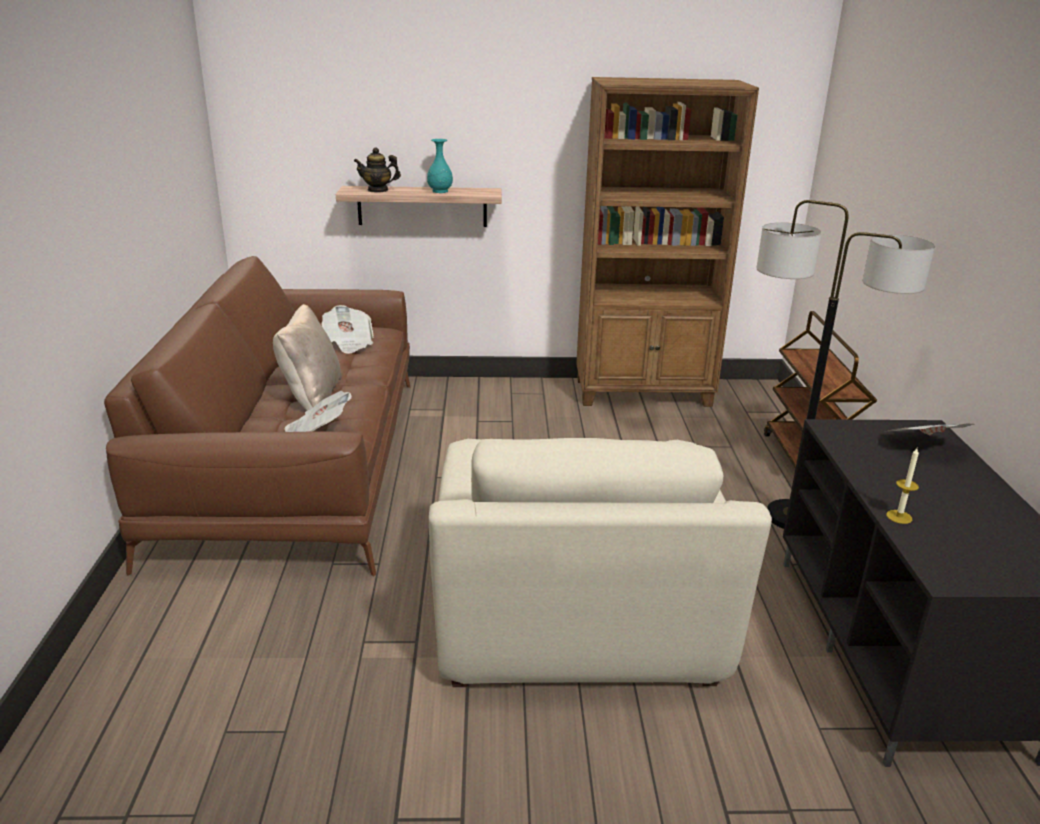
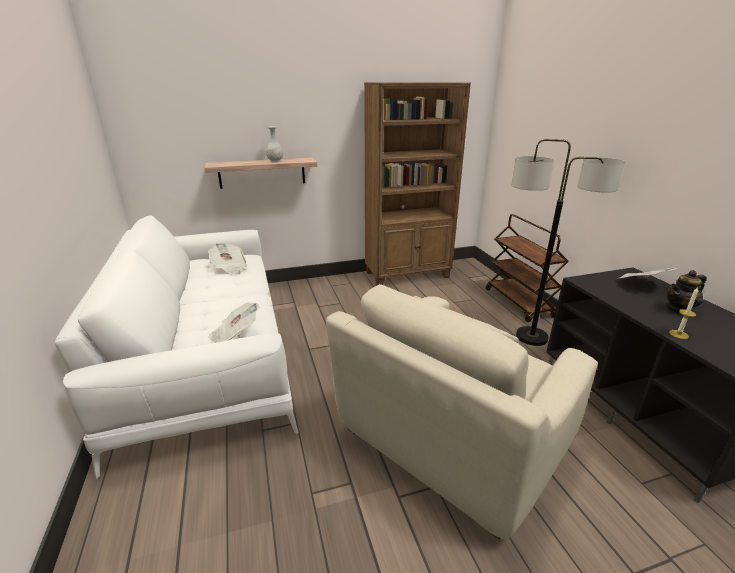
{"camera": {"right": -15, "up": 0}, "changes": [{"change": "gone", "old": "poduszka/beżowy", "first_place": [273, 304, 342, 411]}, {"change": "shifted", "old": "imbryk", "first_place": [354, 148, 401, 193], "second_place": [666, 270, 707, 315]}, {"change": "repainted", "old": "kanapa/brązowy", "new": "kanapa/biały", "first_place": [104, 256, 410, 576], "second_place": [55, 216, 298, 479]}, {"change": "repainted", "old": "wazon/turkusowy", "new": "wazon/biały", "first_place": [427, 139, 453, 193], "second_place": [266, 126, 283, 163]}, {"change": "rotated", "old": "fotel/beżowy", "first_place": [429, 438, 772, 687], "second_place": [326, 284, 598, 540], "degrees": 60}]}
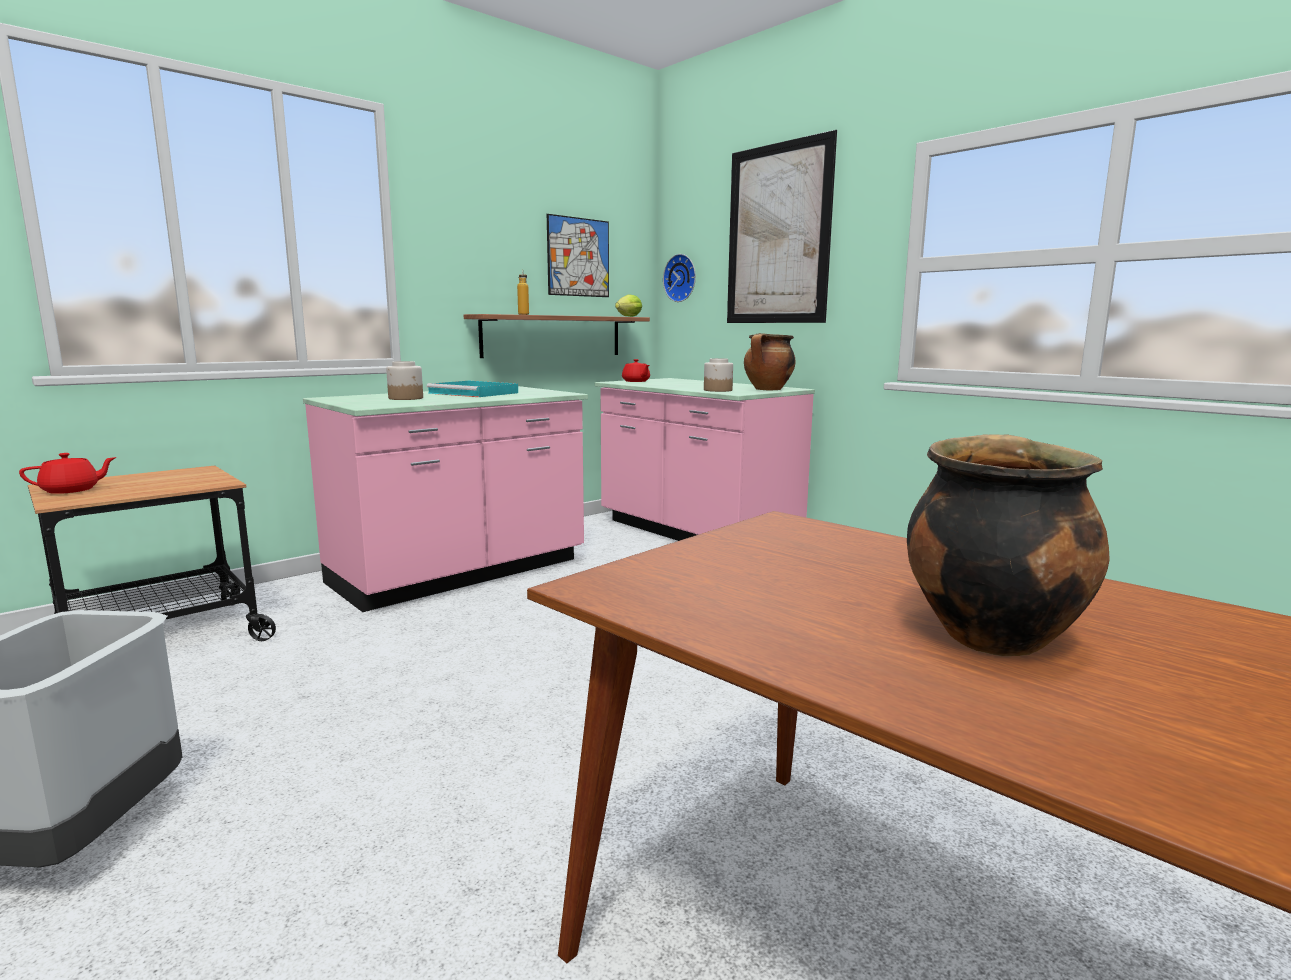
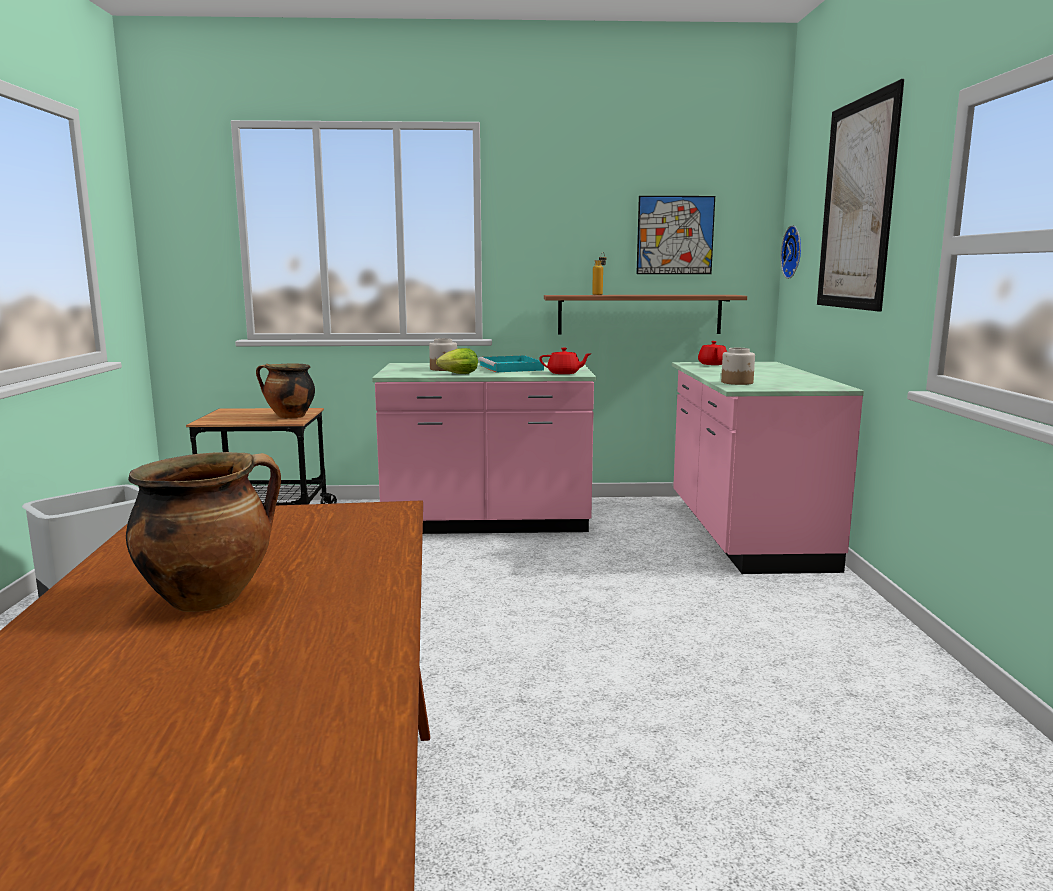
{"camera": {"right": 40, "up": 0}, "changes": [{"change": "shifted", "old": "imbryk/czerwony", "first_place": [19, 453, 117, 494], "second_place": [539, 348, 592, 374]}, {"change": "shifted", "old": "sałata", "first_place": [615, 295, 642, 317], "second_place": [436, 348, 478, 374]}, {"change": "shifted", "old": "garnek", "first_place": [744, 333, 795, 391], "second_place": [256, 363, 315, 419]}]}
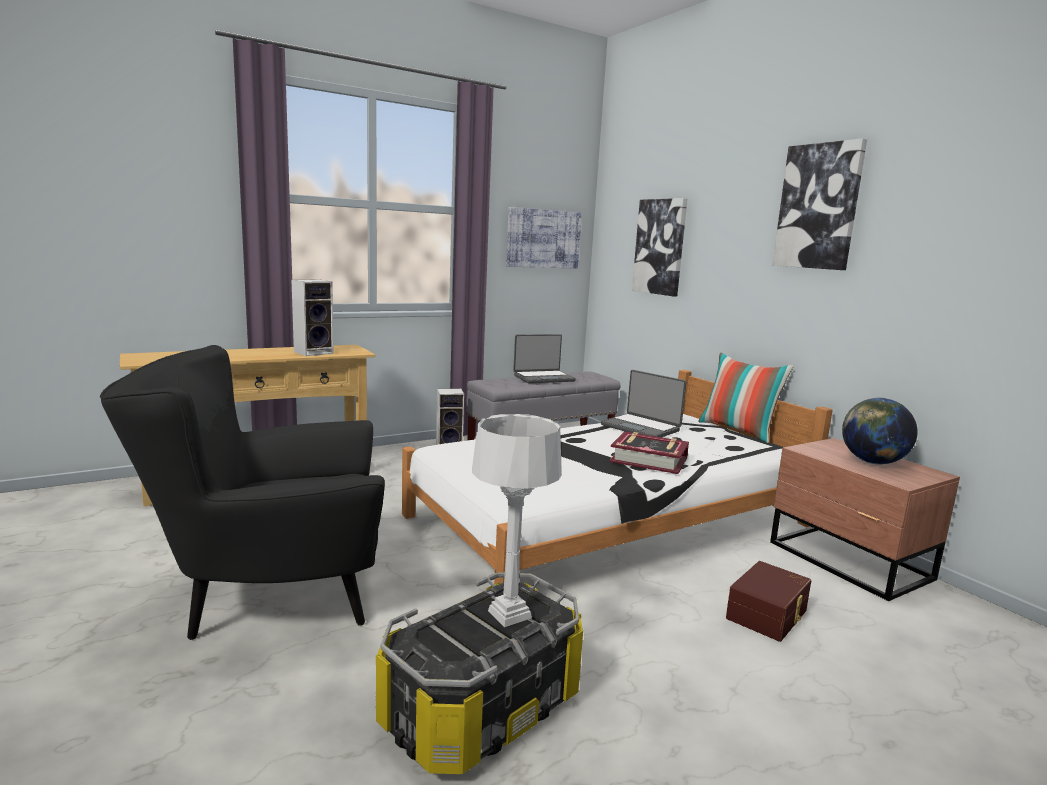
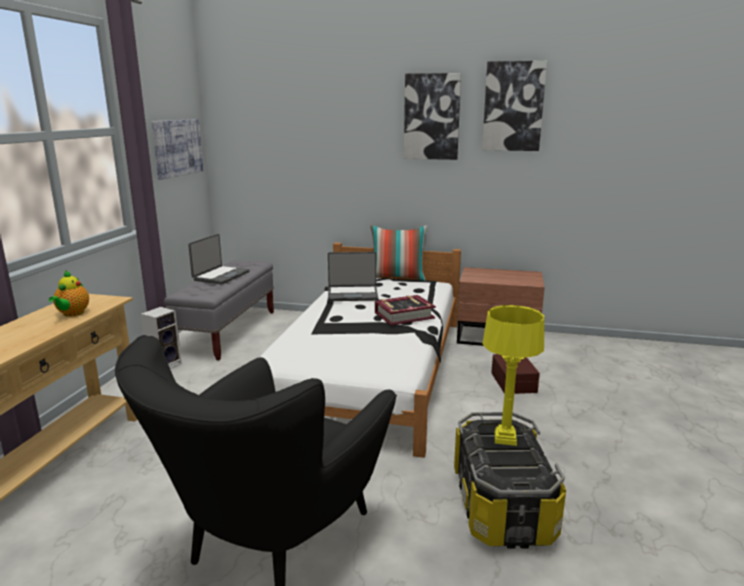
{"camera": {"right": -45, "up": 5}, "changes": [{"change": "gone", "old": "globus", "first_place": [842, 397, 918, 464]}, {"change": "shifted", "old": "obraz", "first_place": [632, 198, 687, 296], "second_place": [482, 61, 547, 151]}, {"change": "swapped", "old": "głośnik", "new": "imbryk", "first_place": [292, 280, 334, 356], "second_place": [49, 270, 89, 317]}, {"change": "repainted", "old": "lampa stołowa/szary", "new": "lampa stołowa/żółty", "first_place": [472, 414, 562, 627], "second_place": [482, 305, 544, 446]}]}
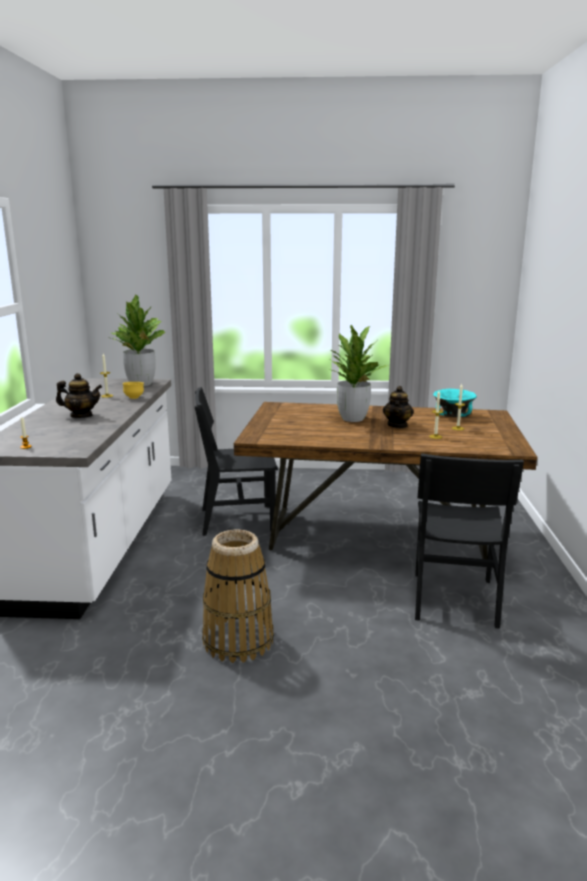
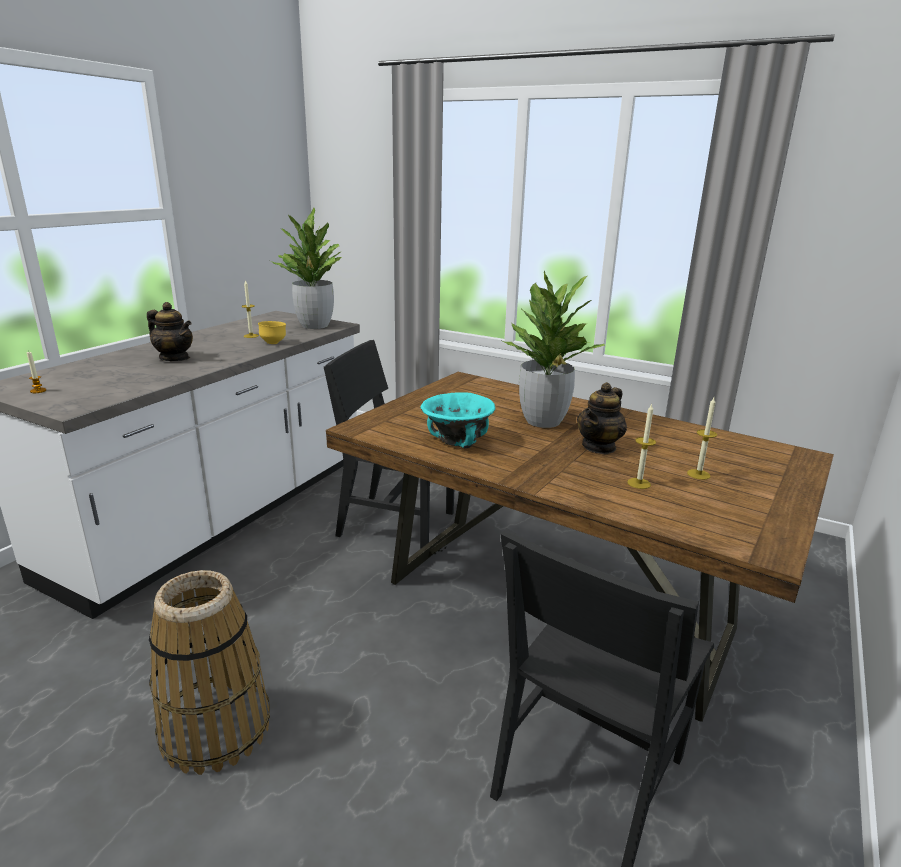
{"camera": {"right": 25, "up": 5}, "changes": [{"change": "shifted", "old": "miska/turkusowy", "first_place": [433, 389, 477, 417], "second_place": [421, 392, 495, 448]}]}
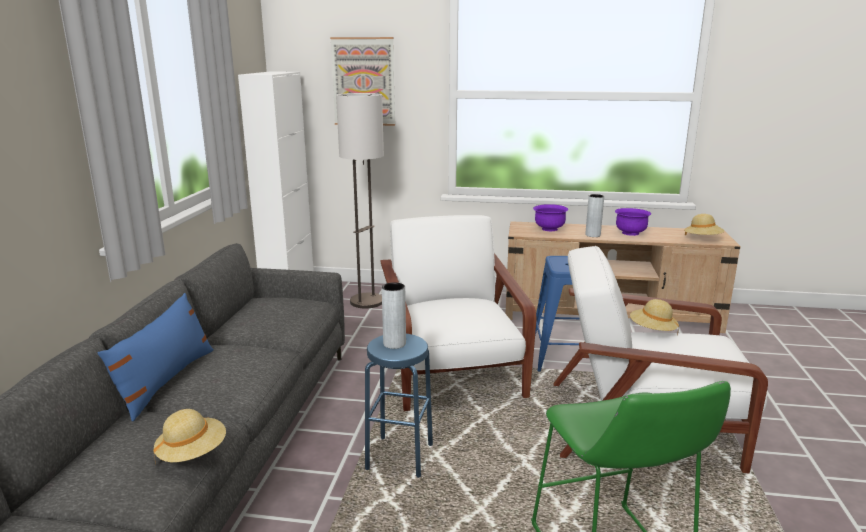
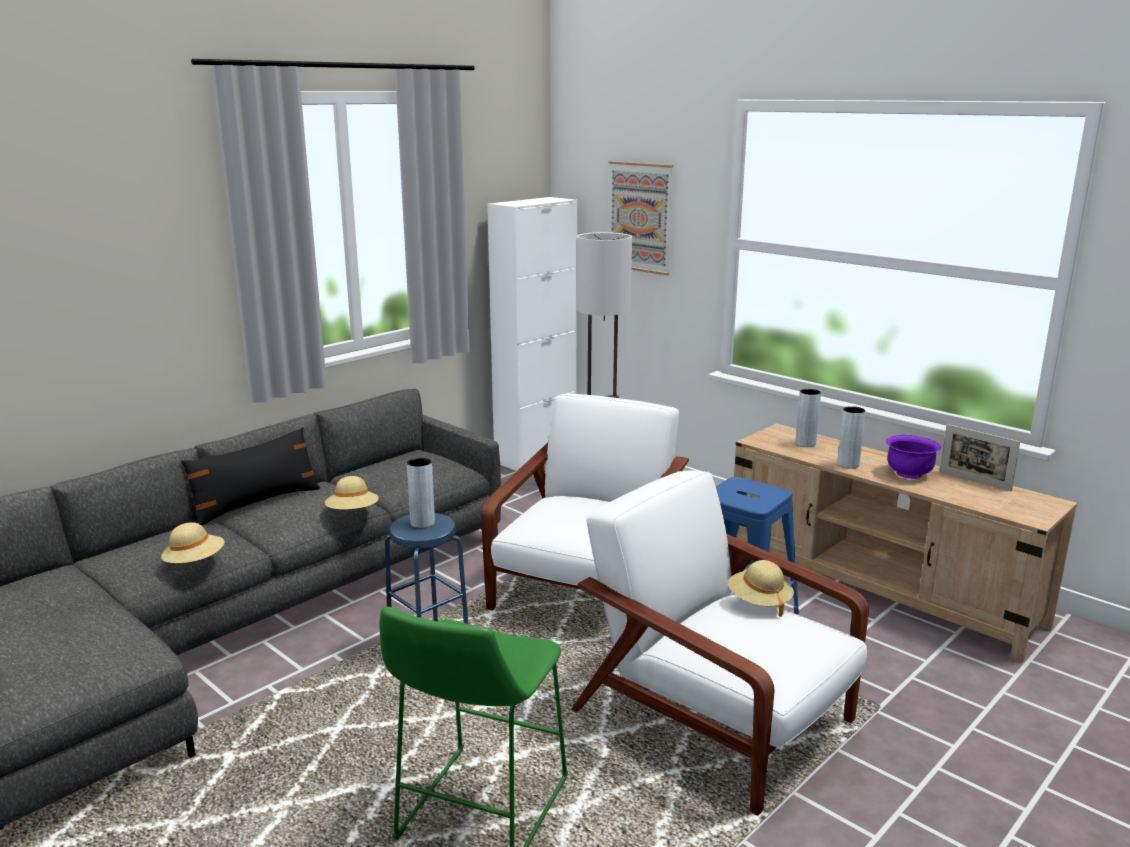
{"camera": {"right": 35, "up": 0}, "changes": [{"change": "new", "new": "ramka na zdjęcie", "second_place": [940, 424, 1020, 491]}, {"change": "shifted", "old": "kapelusz/beżowy", "first_place": [684, 214, 724, 235], "second_place": [325, 476, 379, 509]}, {"change": "swapped", "old": "miska/fioletowy", "new": "wazon/szary", "first_place": [533, 204, 568, 231], "second_place": [795, 389, 821, 447]}, {"change": "repainted", "old": "poduszka/niebieski", "new": "poduszka/czarny", "first_place": [98, 293, 214, 421], "second_place": [181, 427, 320, 525]}]}
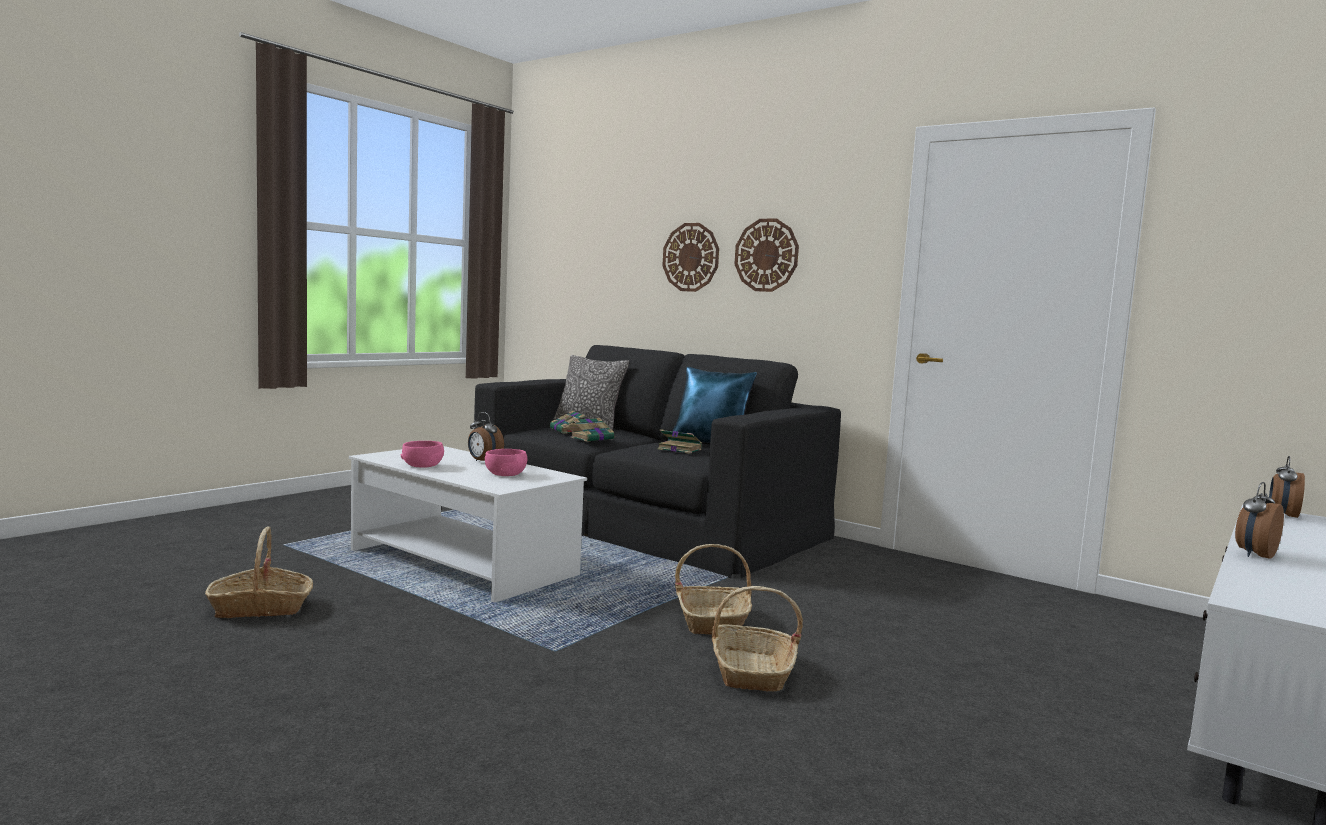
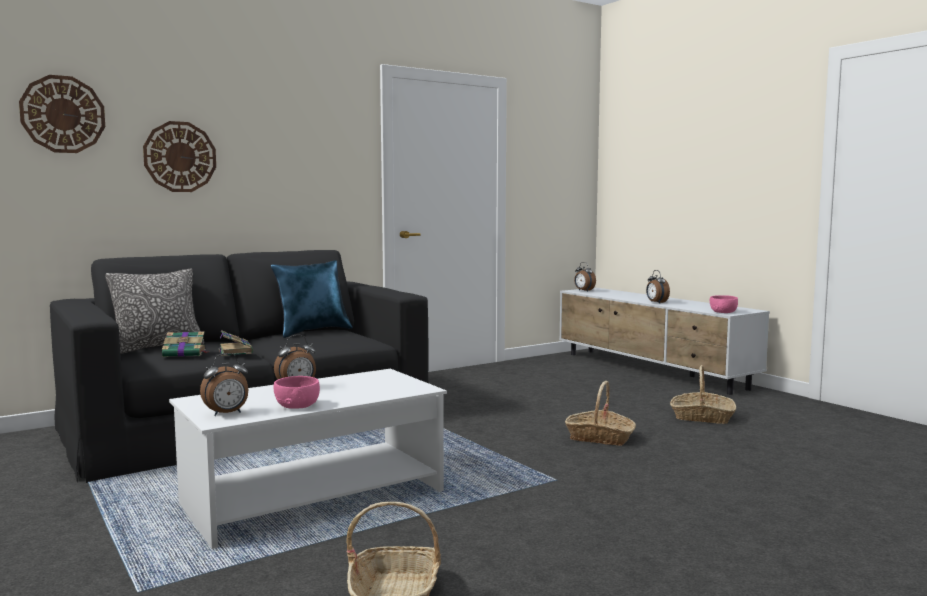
{"camera": {"right": -70, "up": 0}, "changes": [{"change": "gone", "old": "książka", "first_place": [657, 429, 702, 454]}, {"change": "new", "new": "budzik", "second_place": [200, 353, 248, 416]}, {"change": "shifted", "old": "miska/różowy", "first_place": [485, 449, 527, 476], "second_place": [710, 295, 738, 313]}, {"change": "shifted", "old": "koszyk", "first_place": [675, 544, 752, 635], "second_place": [670, 365, 736, 424]}, {"change": "shifted", "old": "zegar ścienny", "first_place": [734, 218, 799, 292], "second_place": [19, 75, 105, 153]}]}
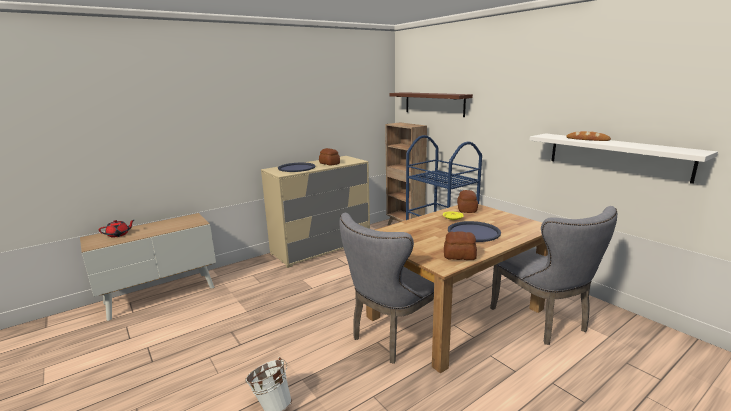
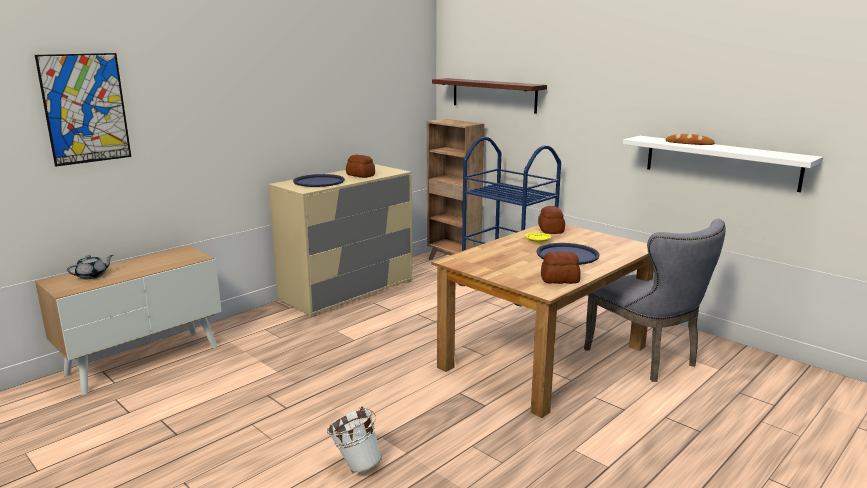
{"camera": {"right": -10, "up": 0}, "changes": [{"change": "gone", "old": "krzesło/szary", "first_place": [340, 213, 434, 364]}, {"change": "new", "new": "obraz", "second_place": [35, 53, 131, 167]}, {"change": "repainted", "old": "imbryk/czerwony", "new": "imbryk/szary", "first_place": [99, 220, 134, 237], "second_place": [67, 255, 113, 279]}]}
